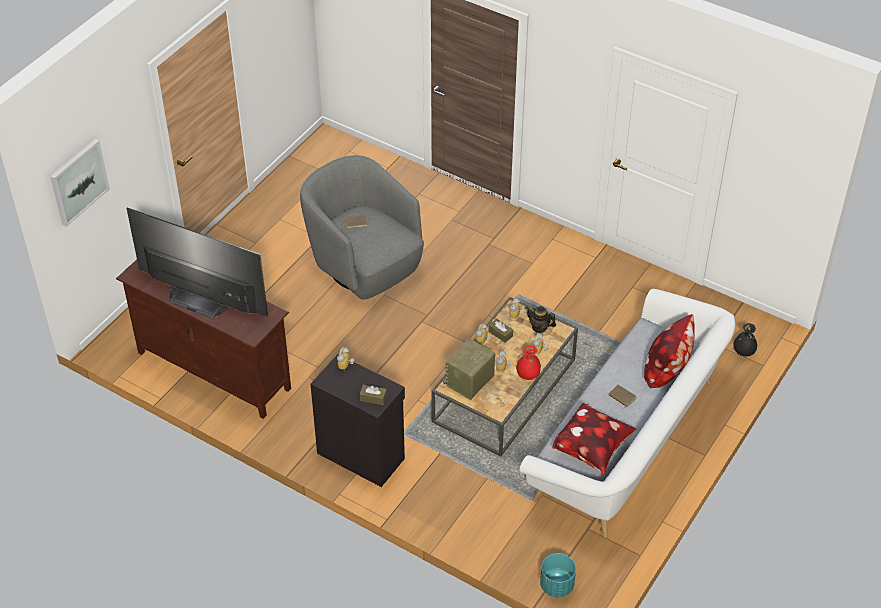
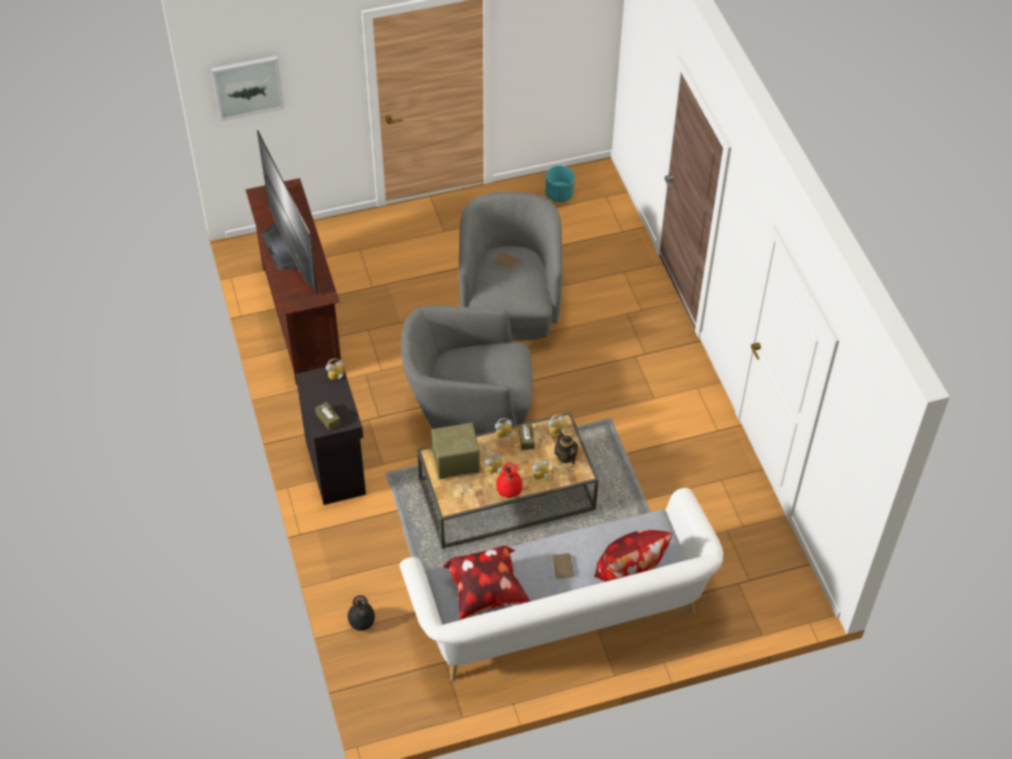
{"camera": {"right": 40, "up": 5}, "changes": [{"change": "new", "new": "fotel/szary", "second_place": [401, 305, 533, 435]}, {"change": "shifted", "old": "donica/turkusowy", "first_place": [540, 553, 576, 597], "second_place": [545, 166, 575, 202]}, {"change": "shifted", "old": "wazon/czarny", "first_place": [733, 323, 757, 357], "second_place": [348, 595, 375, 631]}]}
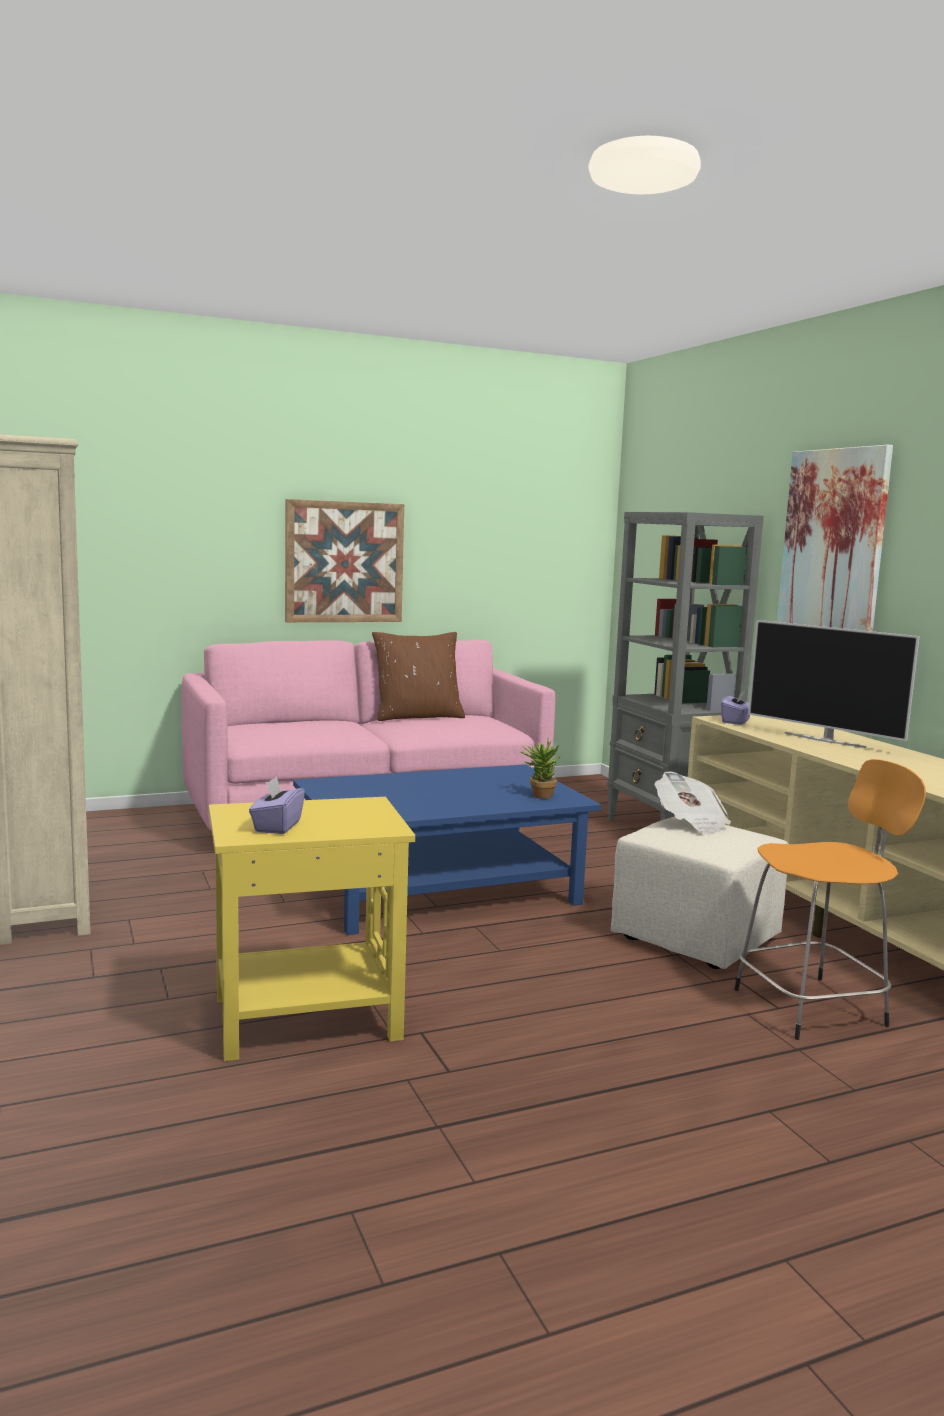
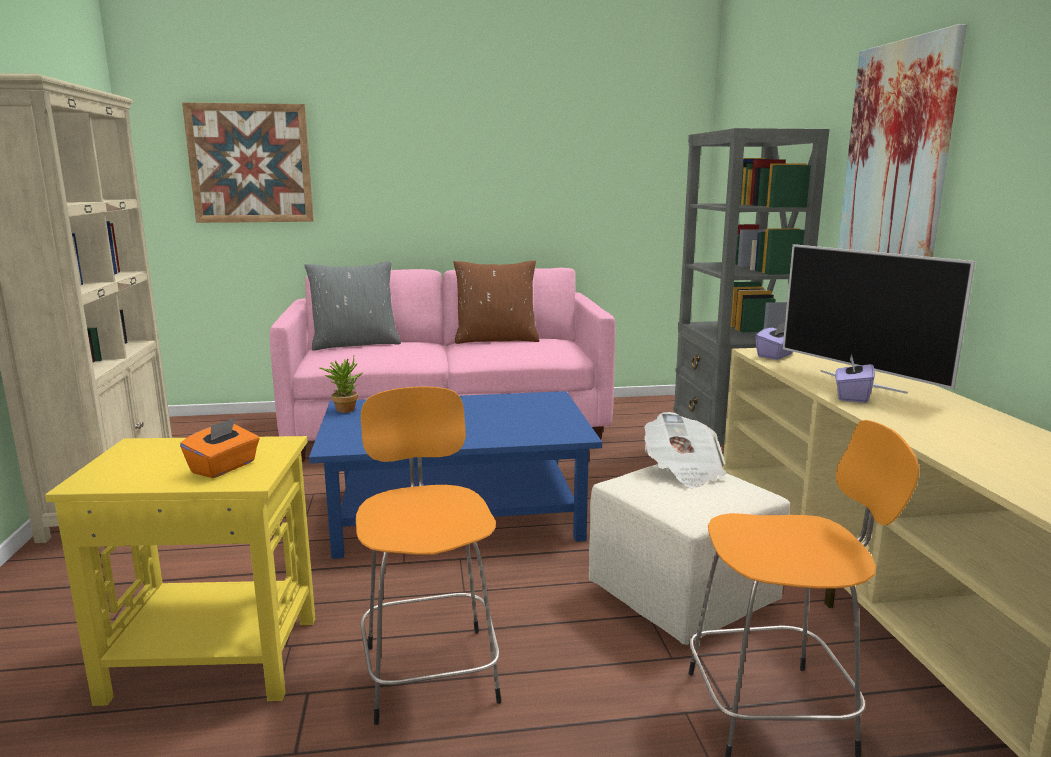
{"camera": {"right": 15, "up": 5}, "changes": [{"change": "new", "new": "pudełko chusteczek/pomarańczowy", "second_place": [180, 418, 259, 478]}, {"change": "new", "new": "poduszka/szary", "second_place": [304, 261, 401, 351]}, {"change": "new", "new": "stołek/pomarańczowy", "second_place": [356, 387, 501, 725]}, {"change": "shifted", "old": "pudełko chusteczek/fioletowy", "first_place": [249, 776, 305, 834], "second_place": [835, 354, 875, 403]}, {"change": "shifted", "old": "obraz", "first_place": [285, 499, 404, 622], "second_place": [182, 102, 314, 223]}, {"change": "shifted", "old": "roślina doniczkowa", "first_place": [520, 739, 561, 799], "second_place": [319, 356, 362, 413]}]}
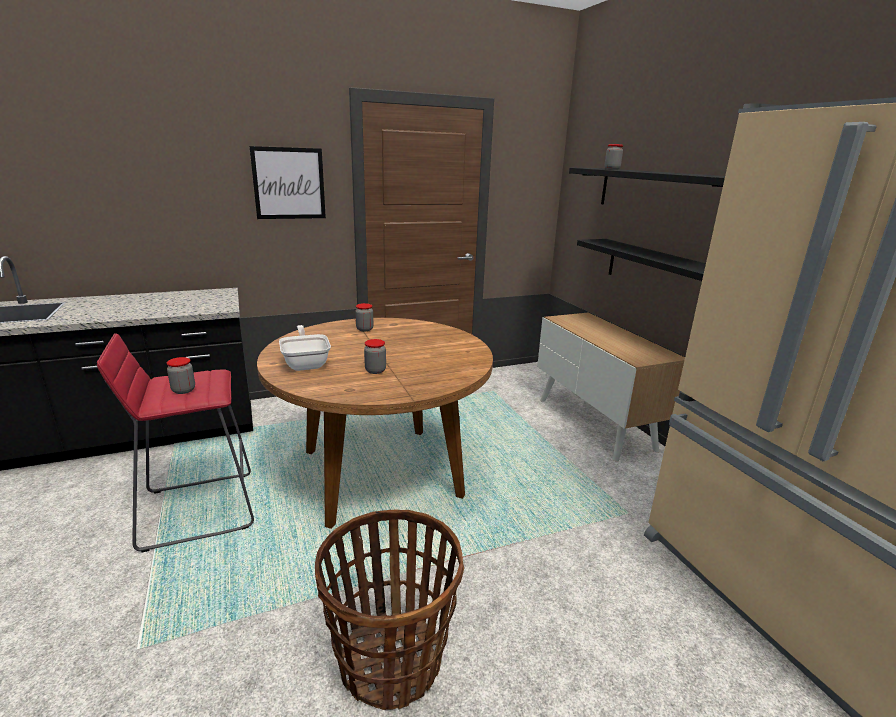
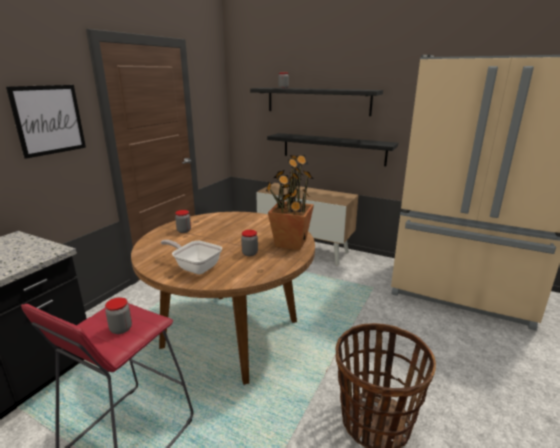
{"camera": {"right": -40, "up": 0}, "changes": [{"change": "new", "new": "roślina doniczkowa", "second_place": [266, 155, 314, 250]}]}
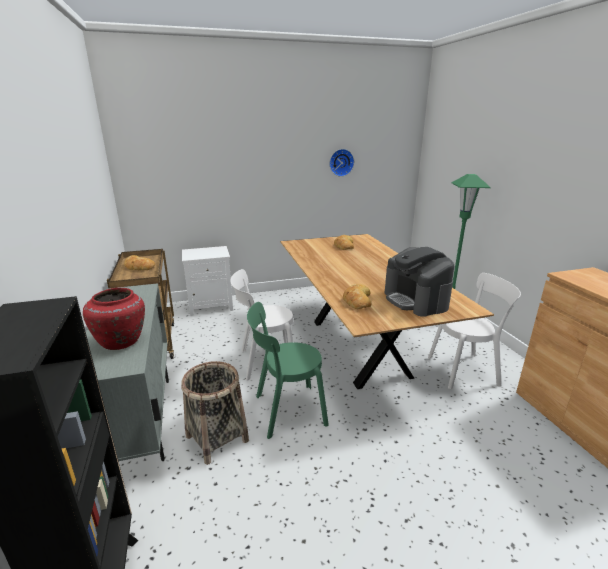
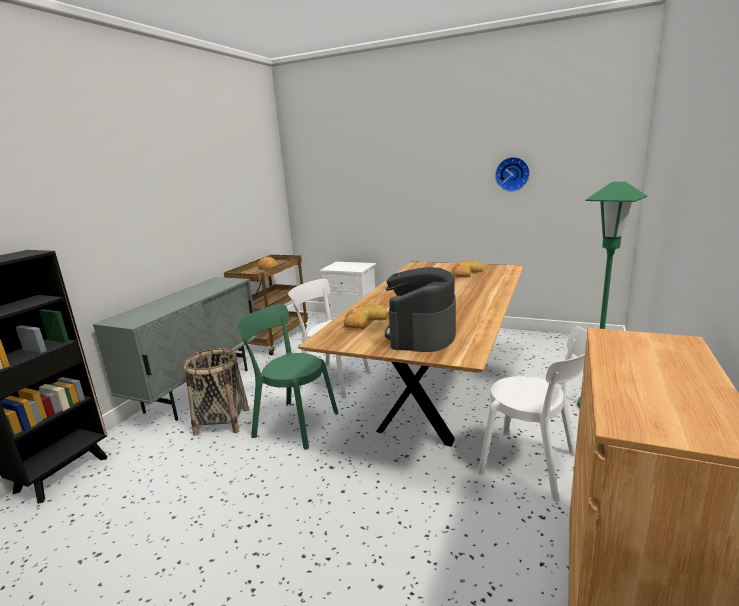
{"camera": {"right": 40, "up": -5}, "changes": [{"change": "gone", "old": "wazon/czerwony", "first_place": [83, 288, 145, 350]}]}
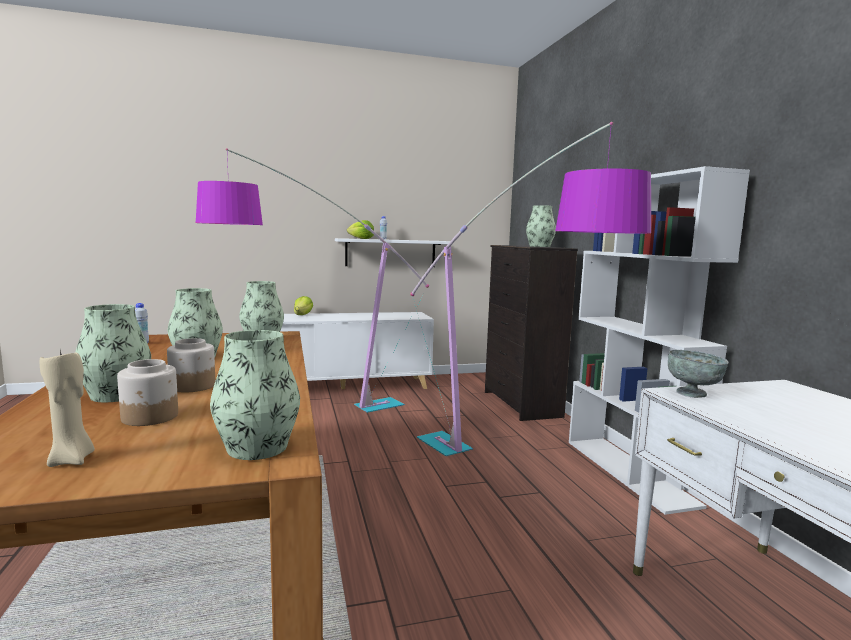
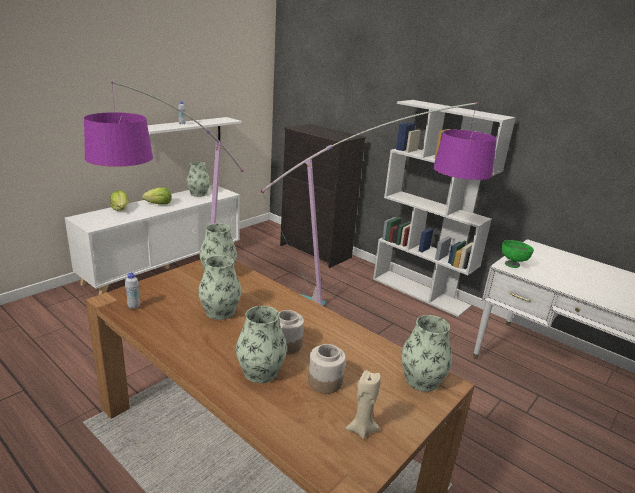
{"camera": {"right": -35, "up": 15}, "changes": [{"change": "shifted", "old": "sałata", "first_place": [347, 220, 374, 239], "second_place": [142, 187, 172, 205]}, {"change": "shifted", "old": "wazon", "first_place": [526, 205, 556, 247], "second_place": [186, 162, 210, 197]}, {"change": "repainted", "old": "miska/szary", "new": "miska/zielony", "first_place": [668, 350, 729, 398], "second_place": [502, 240, 534, 268]}]}
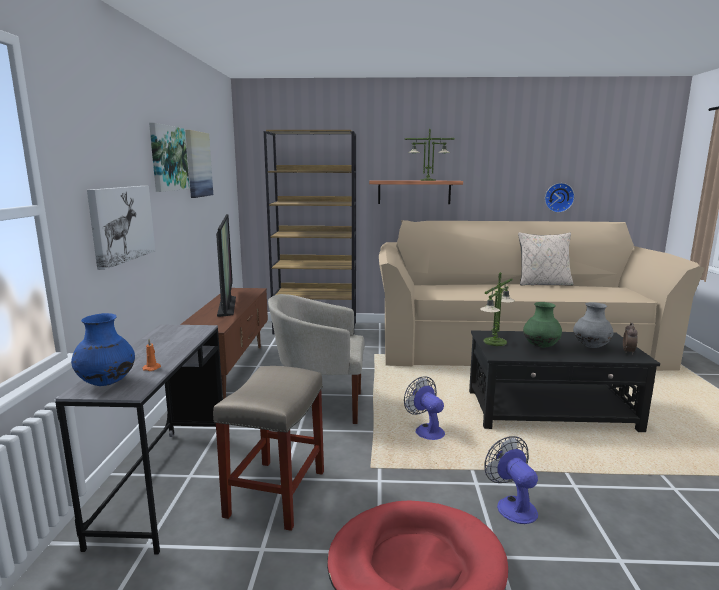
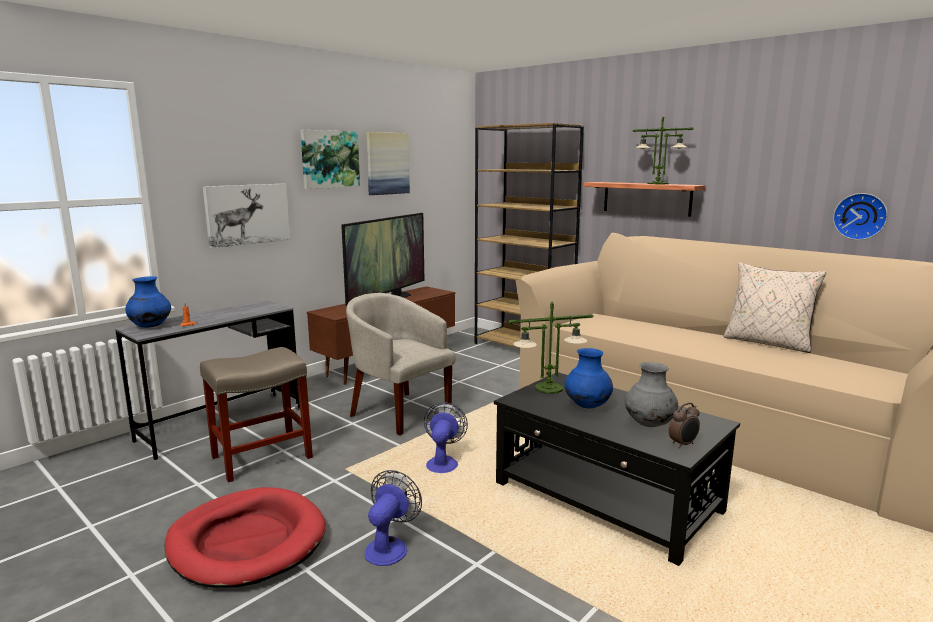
{"camera": {"right": 40, "up": 0}, "changes": [{"change": "repainted", "old": "wazon/zielony", "new": "wazon/niebieski", "first_place": [523, 302, 562, 348], "second_place": [564, 348, 613, 409]}]}
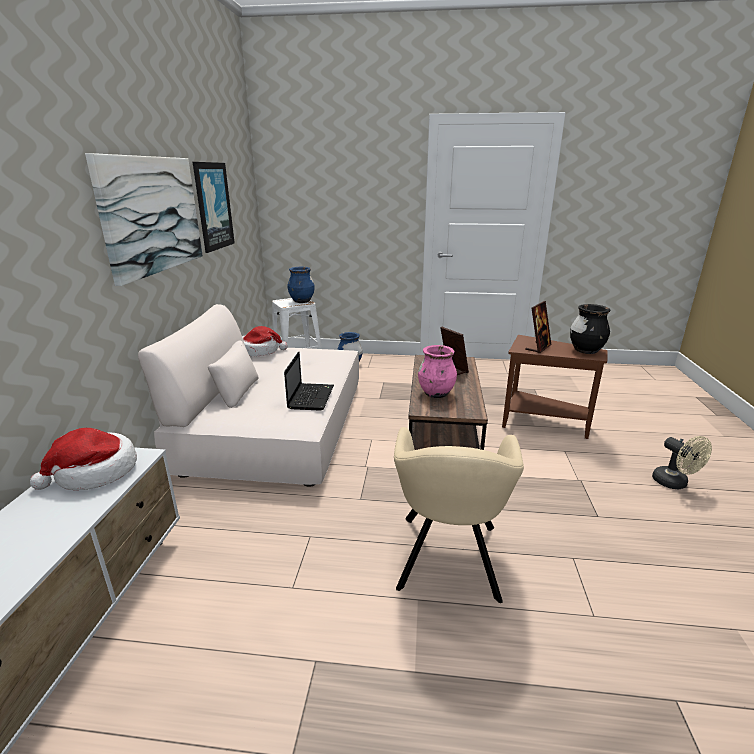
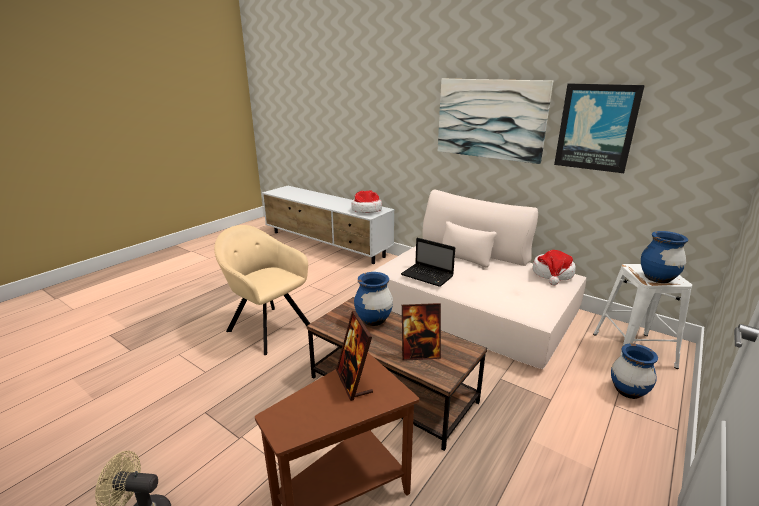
{"camera": {"right": 120, "up": 0}, "changes": [{"change": "gone", "old": "wazon/czarny", "first_place": [570, 304, 610, 354]}, {"change": "repainted", "old": "wazon/różowy", "new": "wazon/niebieski", "first_place": [418, 345, 457, 398], "second_place": [354, 272, 393, 326]}]}
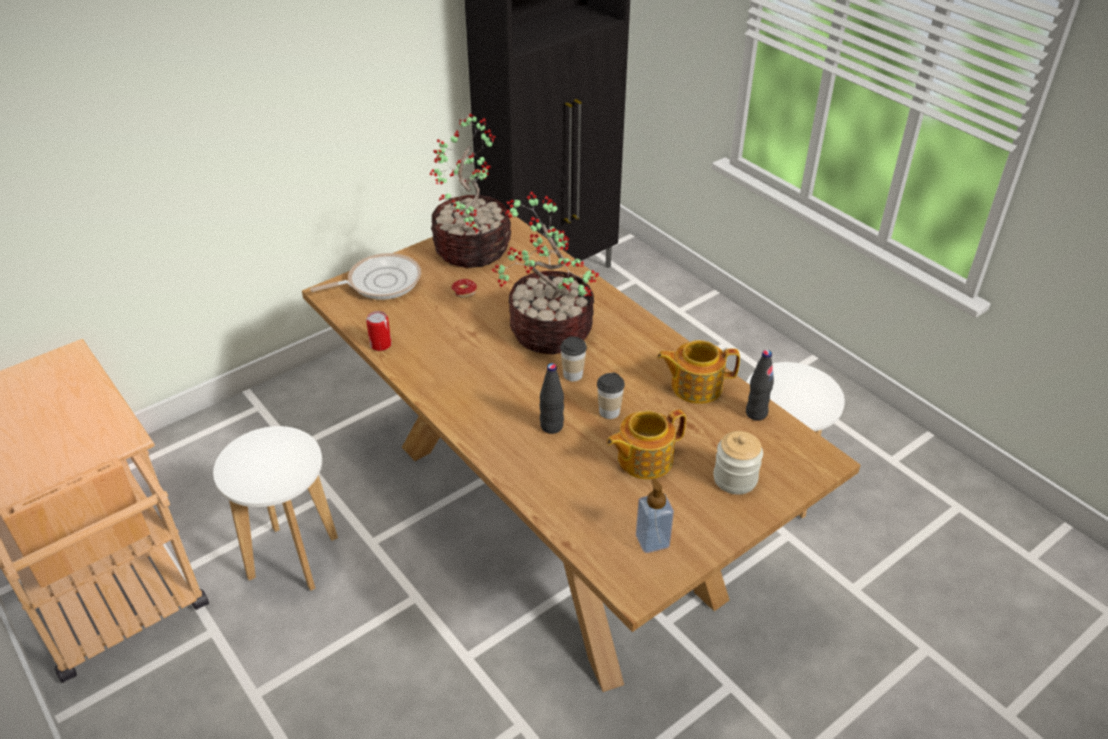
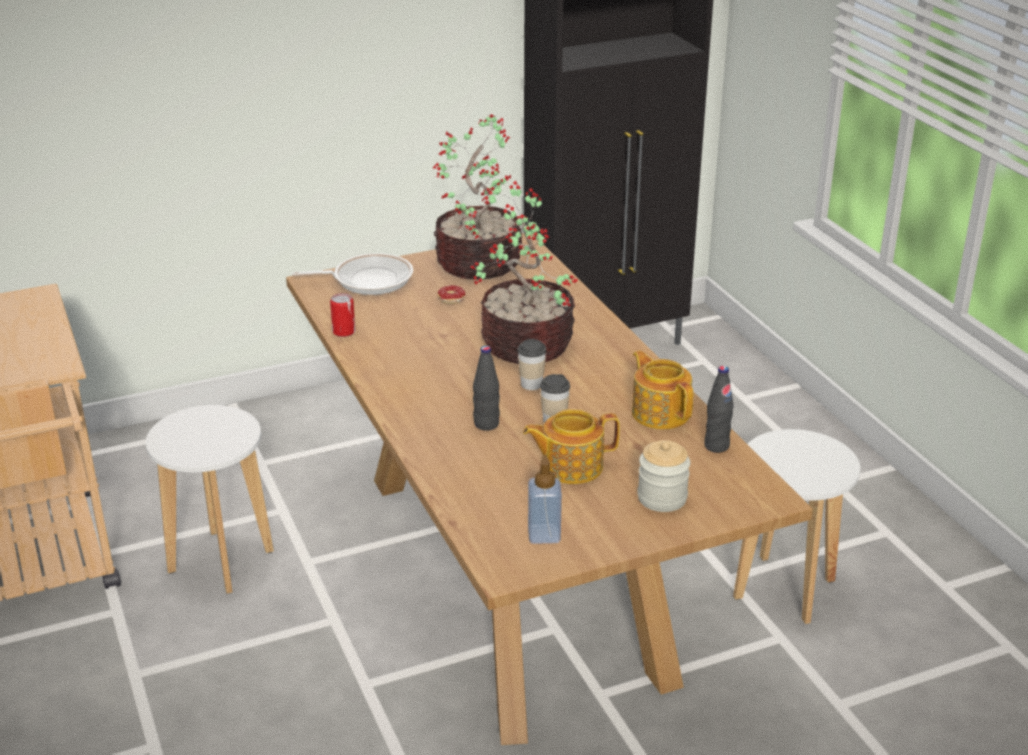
{"camera": {"right": 15, "up": -10}, "changes": [{"change": "rotated", "old": "imbryk", "first_place": [657, 340, 740, 404], "second_place": [632, 350, 693, 429], "degrees": 45}]}
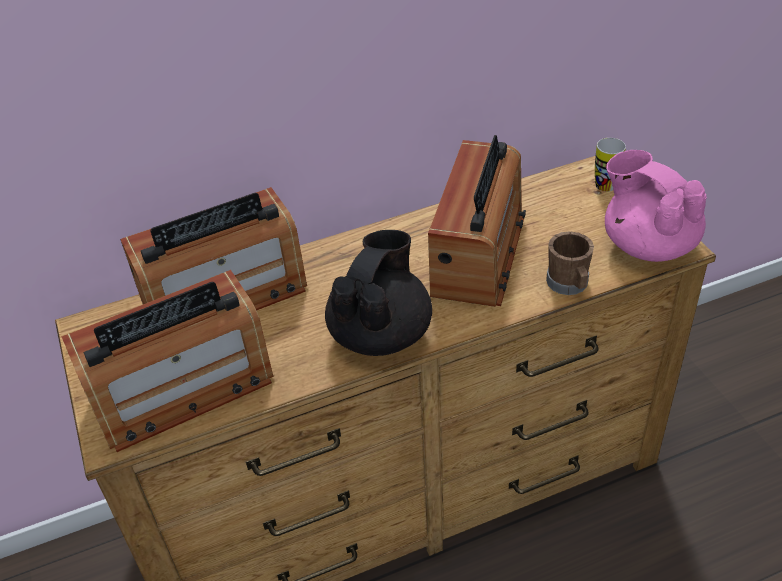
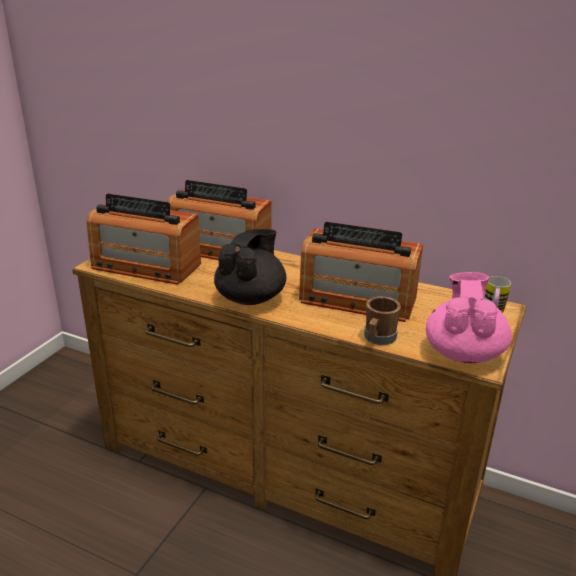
{"camera": {"right": 45, "up": -15}, "changes": [{"change": "rotated", "old": "imbryk/czarny", "first_place": [325, 230, 432, 356], "second_place": [214, 229, 287, 305], "degrees": -45}, {"change": "rotated", "old": "radio", "first_place": [428, 135, 526, 307], "second_place": [299, 222, 423, 322], "degrees": 45}]}
